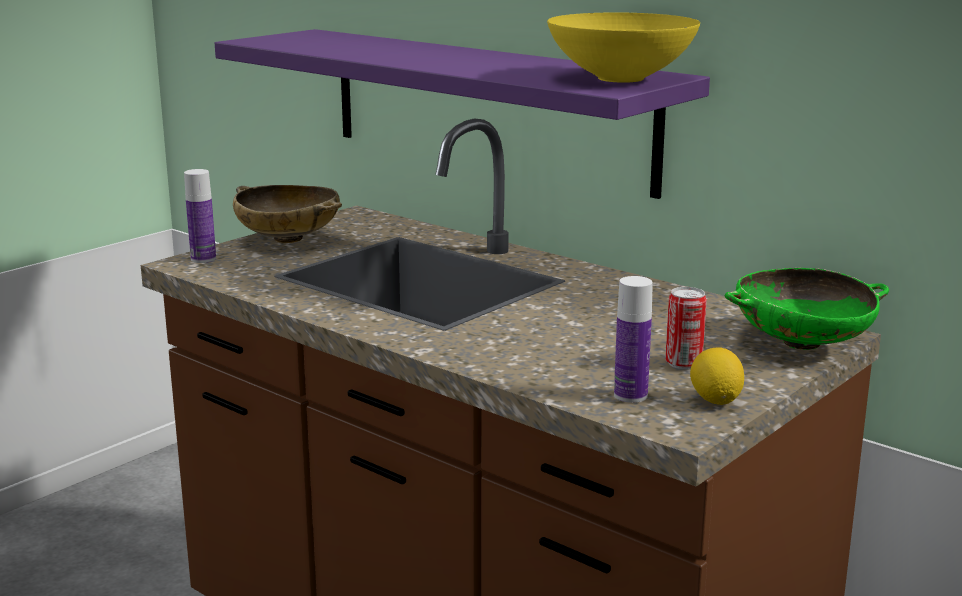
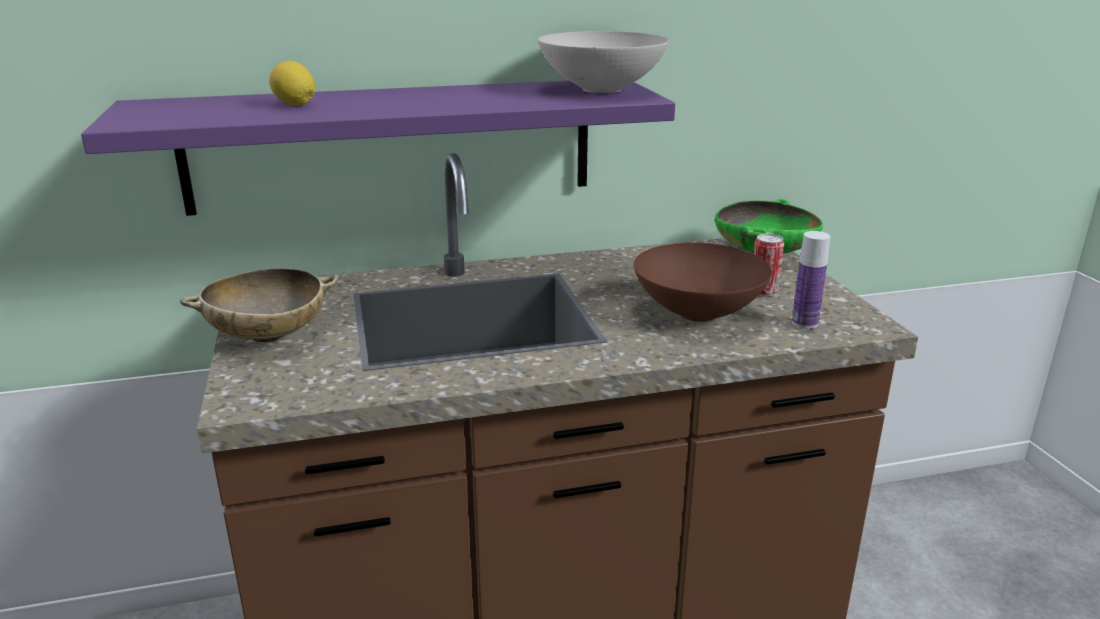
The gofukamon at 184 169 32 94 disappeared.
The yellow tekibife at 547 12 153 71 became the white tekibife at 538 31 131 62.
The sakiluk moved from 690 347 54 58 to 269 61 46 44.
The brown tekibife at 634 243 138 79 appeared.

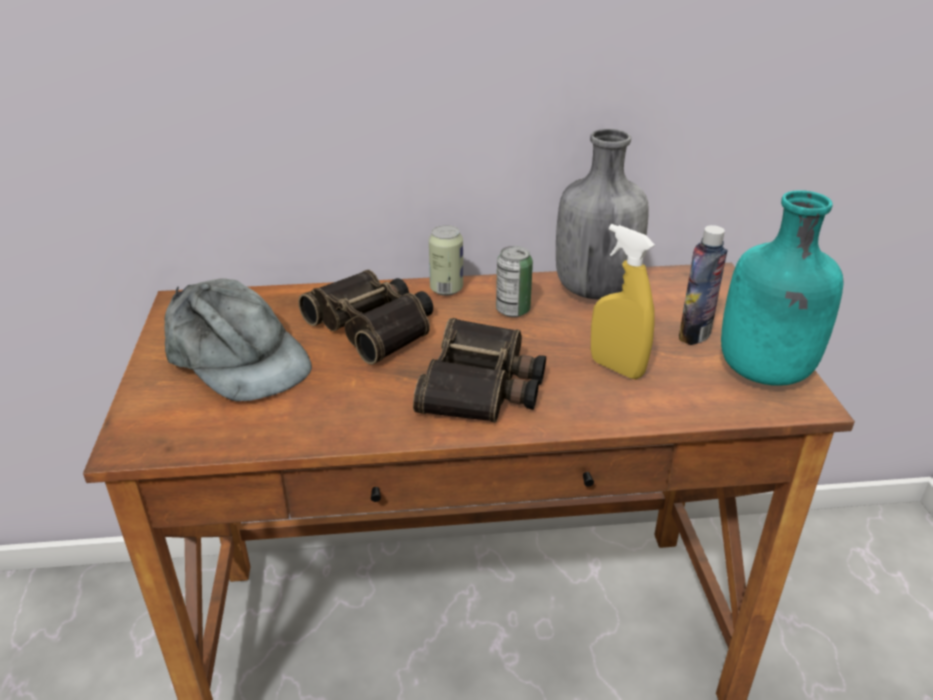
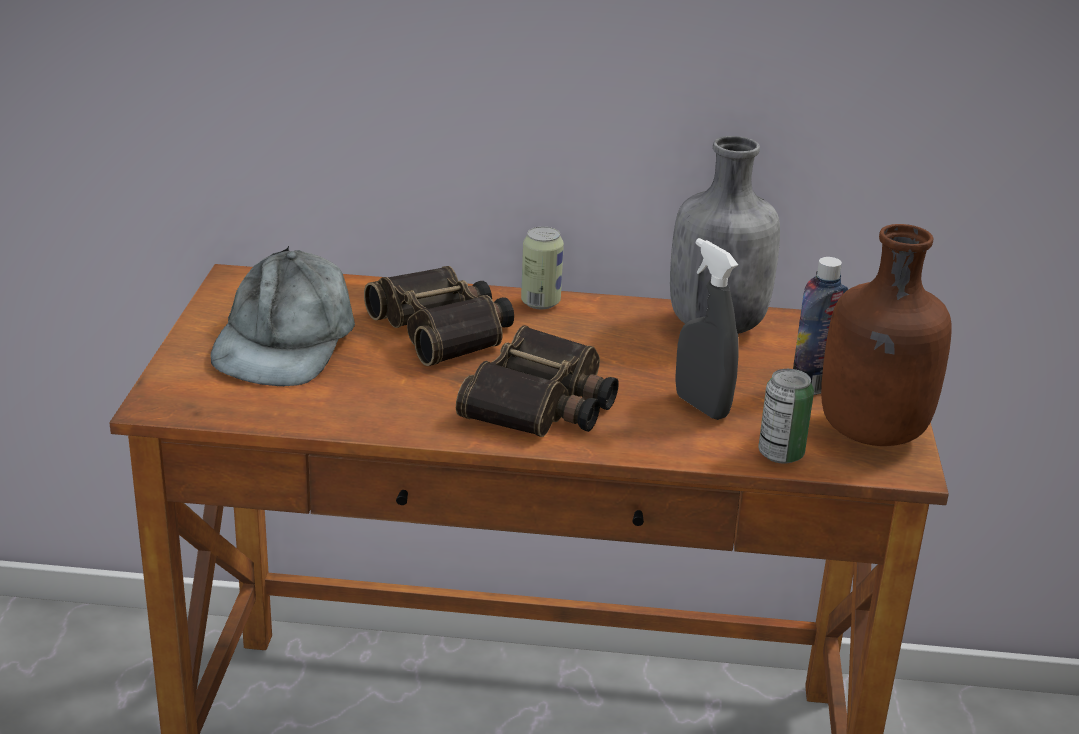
The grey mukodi at 164 279 148 122 turned 45 degrees clockwise.
The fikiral moved from 496 246 37 71 to 758 369 56 95.
The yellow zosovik at 591 224 64 155 became the grey zosovik at 675 238 64 182.
The turquoise gofukamon at 721 190 122 196 became the brown gofukamon at 821 224 131 222.

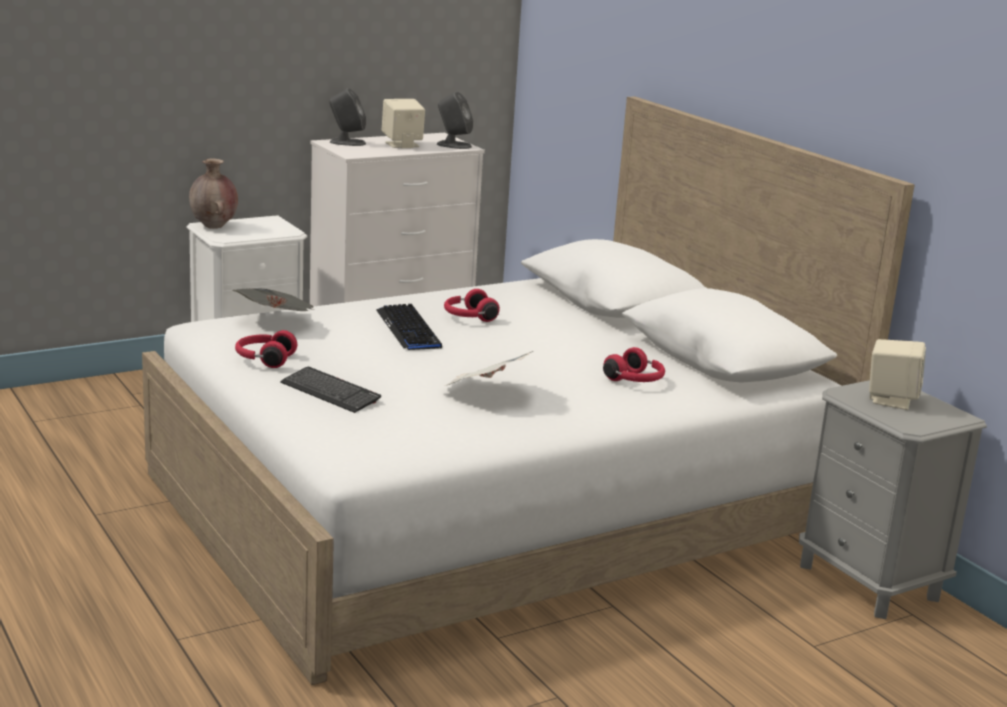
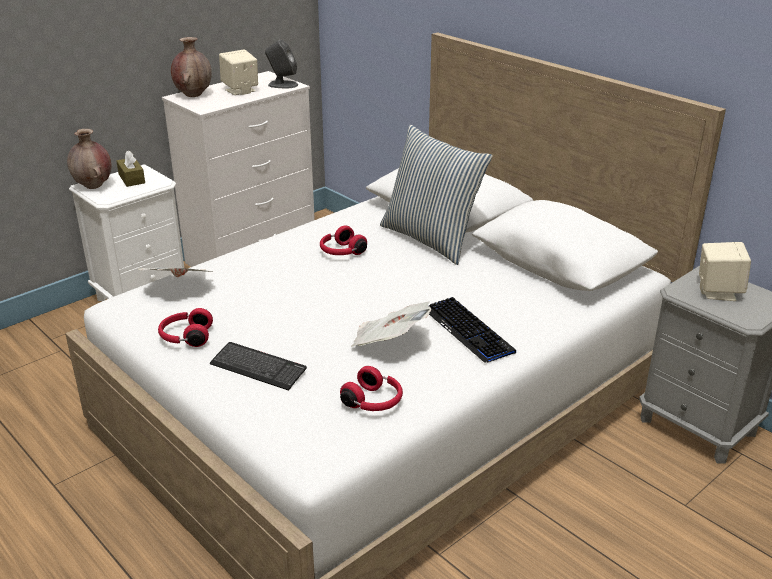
The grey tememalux at 329 88 37 58 was replaced by the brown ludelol at 171 37 41 60.
The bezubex moved from 376 304 66 46 to 429 297 87 66.
The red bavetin moved from 603 347 62 35 to 340 366 63 45.
The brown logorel at 116 151 29 36 appeared.
The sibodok at 380 125 113 140 appeared.

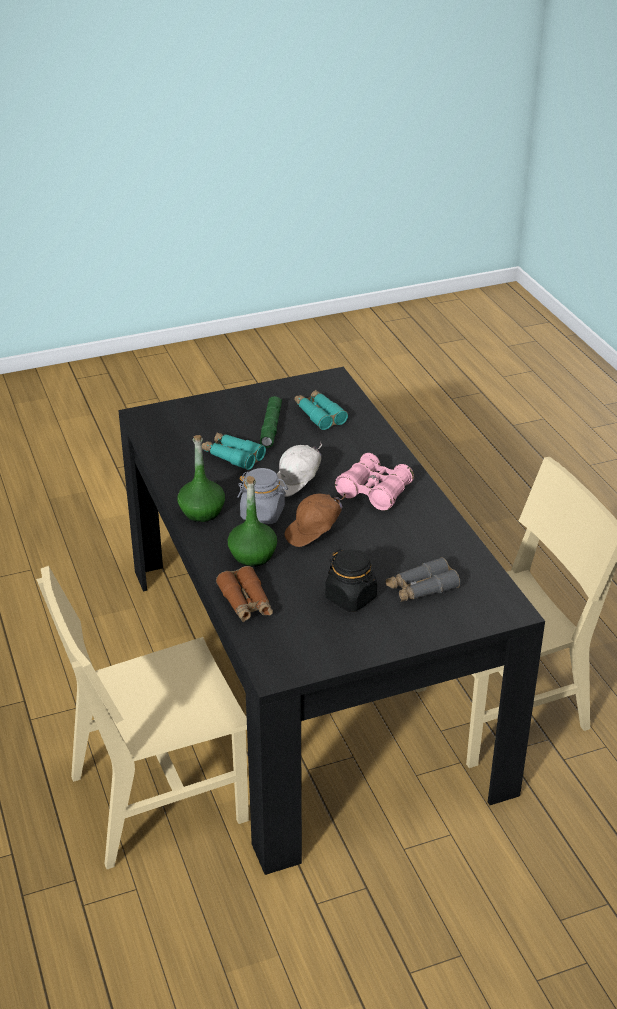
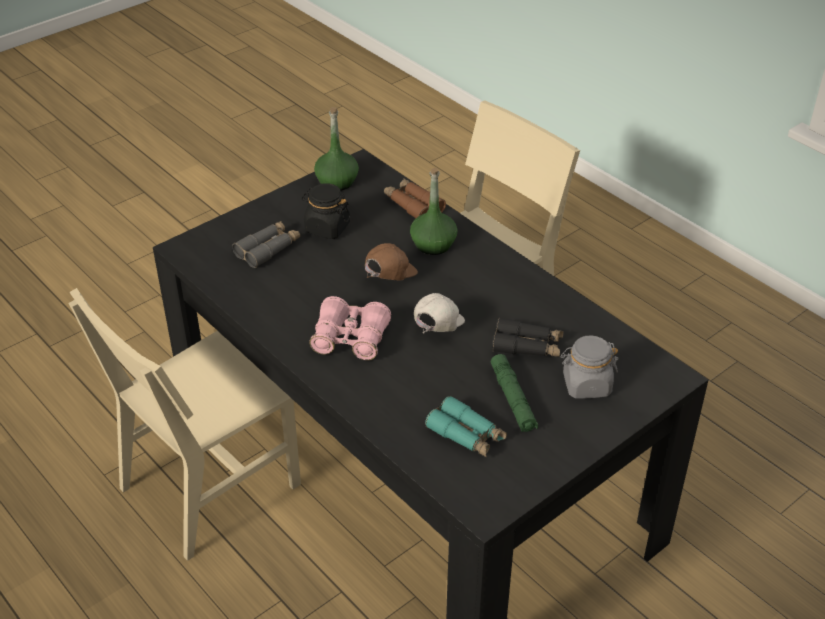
The green gofukamon moved from 178 435 47 87 to 314 107 45 84.
The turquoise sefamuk at 202 432 64 38 became the black sefamuk at 492 318 72 39.
The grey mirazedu moved from 237 468 51 56 to 560 336 59 62.

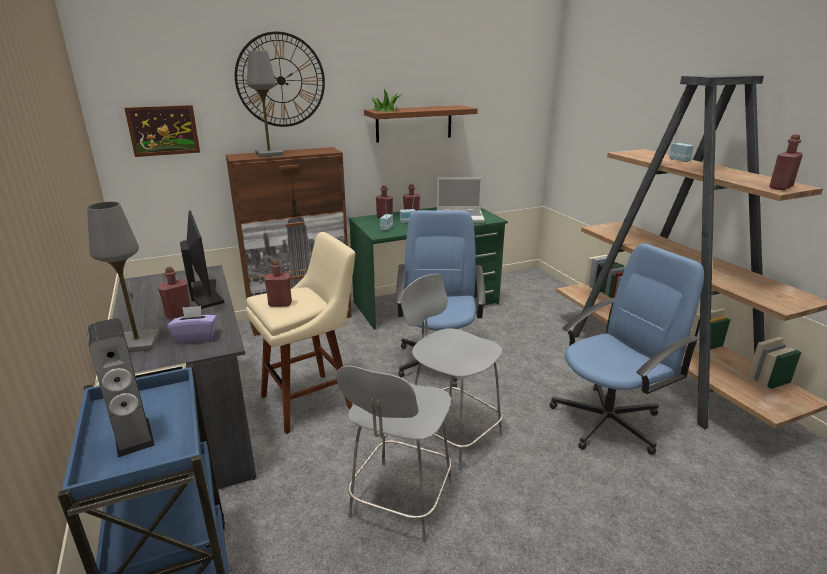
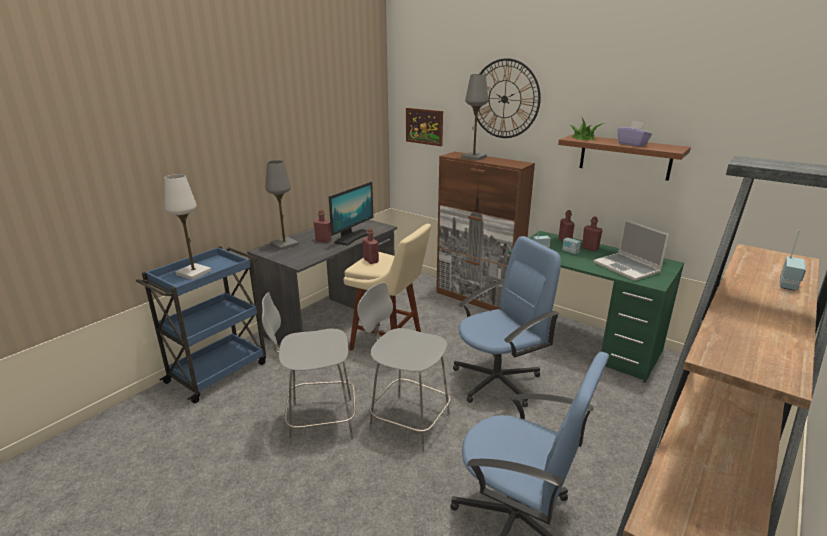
The tememalux at 87 318 68 140 was replaced by the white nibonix at 164 174 48 106.
The purple logorel moved from 168 306 49 37 to 618 121 34 26.
The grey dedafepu at 401 274 102 197 turned 75 degrees counterclockwise.
The red gofukamon at 769 134 34 56 disappeared.

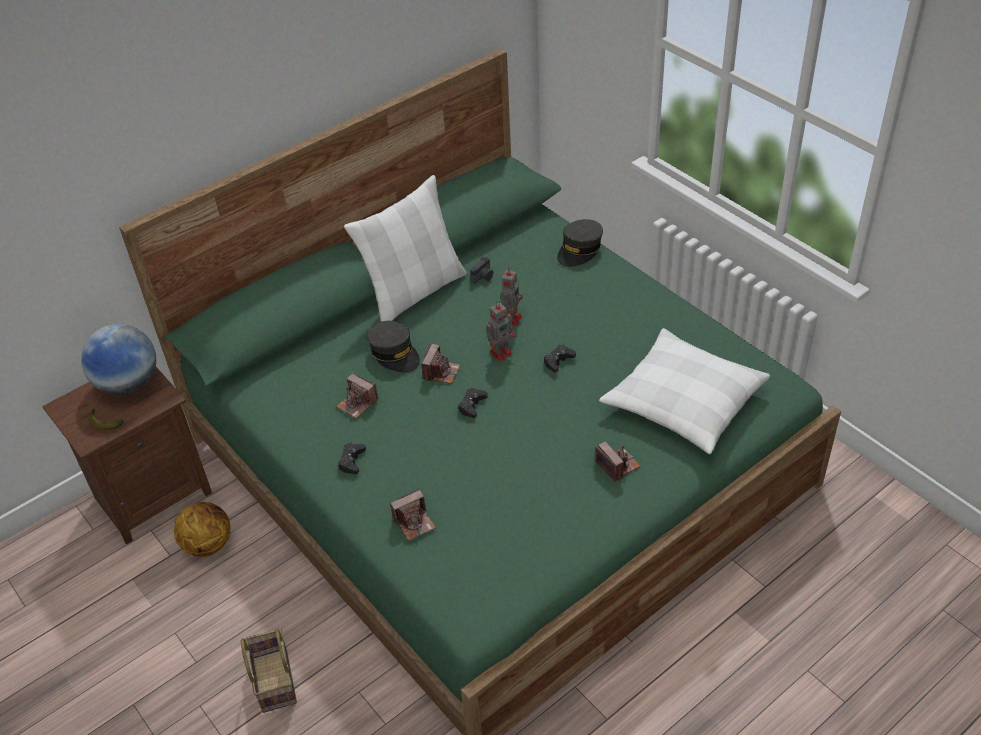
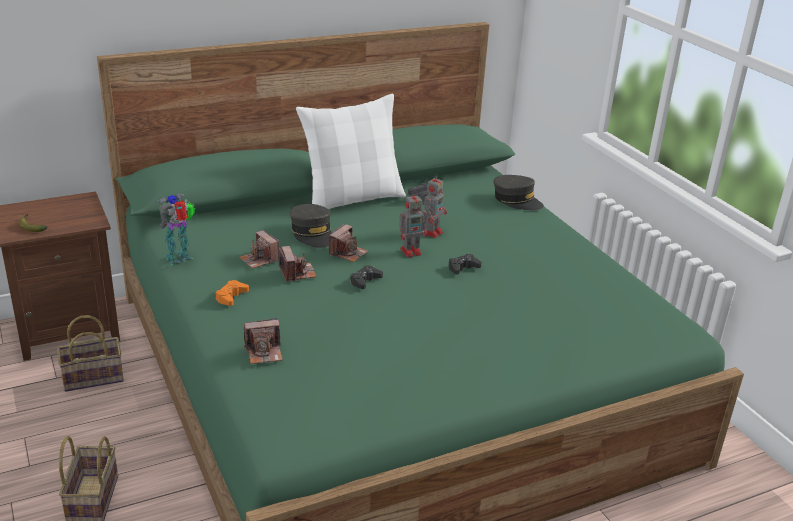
The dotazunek at 81 324 75 71 disappeared.
The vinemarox at 174 502 57 55 was replaced by the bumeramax at 57 315 67 77.
The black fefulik at 338 443 28 31 became the orange fefulik at 216 280 33 26.
The grey mukodi at 557 219 46 48 turned 105 degrees counterclockwise.
The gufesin moved from 595 441 46 40 to 279 246 38 36.
The white sibodok at 599 328 171 126 disappeared.
The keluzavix at 156 193 39 72 appeared.

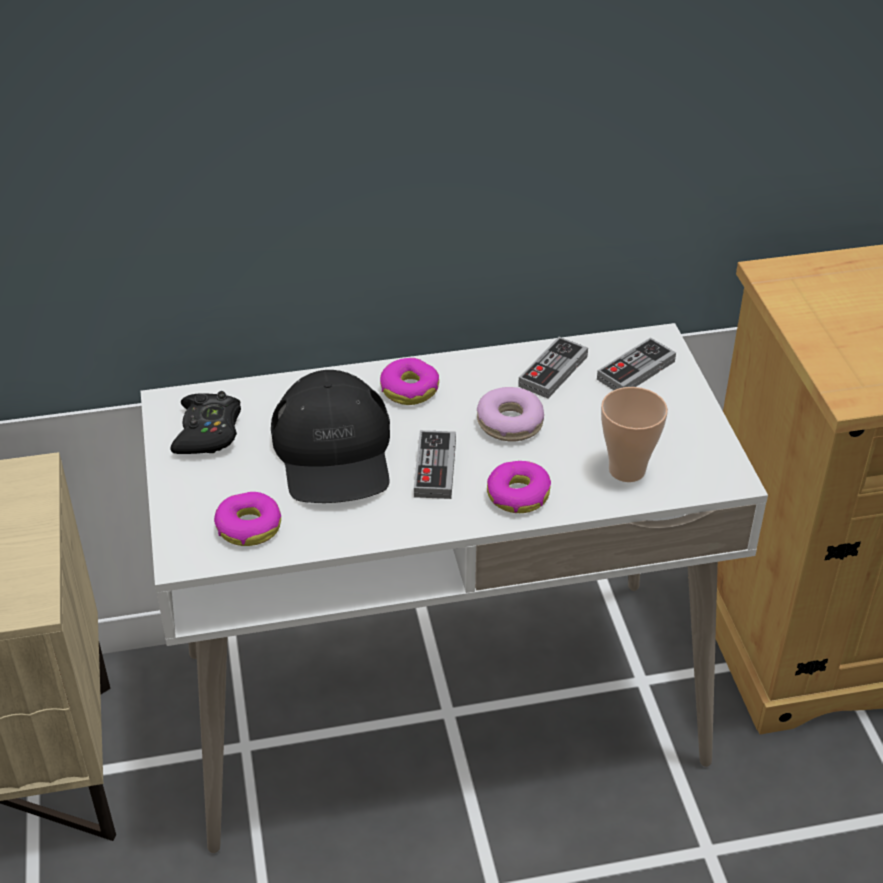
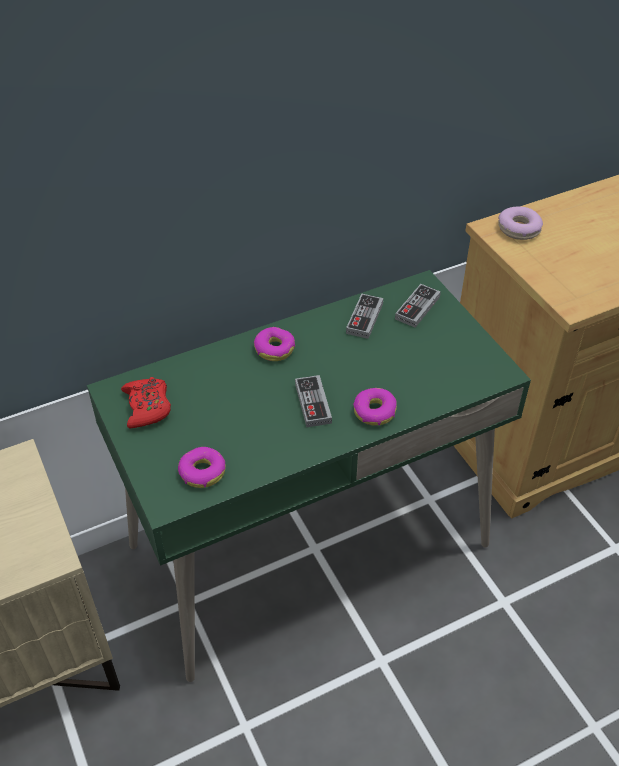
The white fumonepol at 140 323 628 530 became the green fumonepol at 87 270 444 412.
The black fefulik at 170 391 71 63 became the red fefulik at 121 377 50 51.
The black mukodi at 271 370 119 133 disappeared.
The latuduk moved from 477 387 67 55 to 498 207 45 33.
The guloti at 601 387 67 95 disappeared.

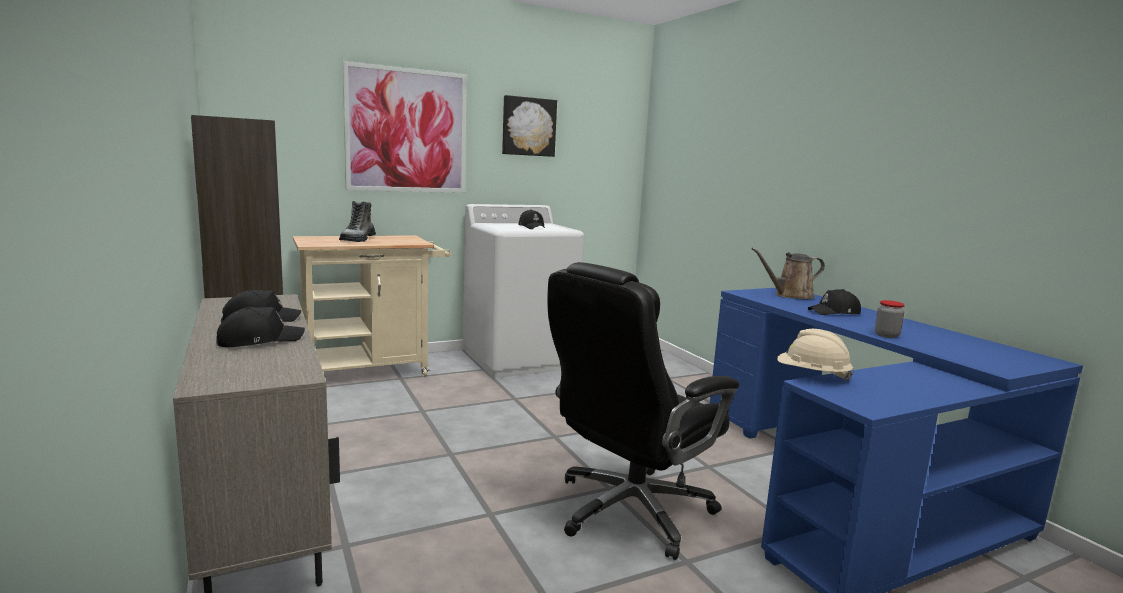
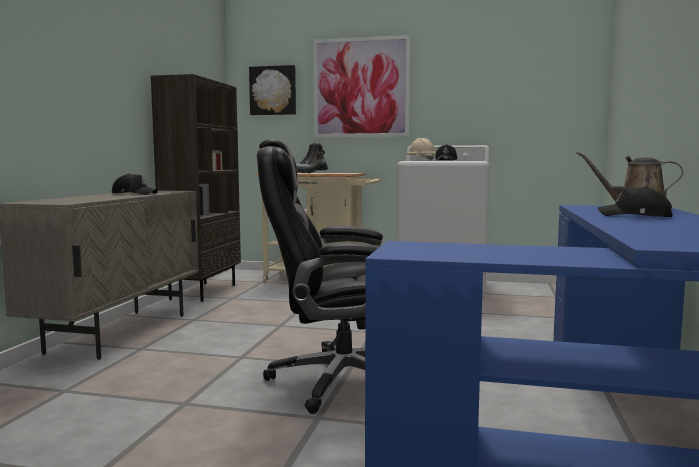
The black mukodi at 216 307 89 40 disappeared.
The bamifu moved from 502 95 55 62 to 249 65 47 50.
The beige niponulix moved from 777 329 76 53 to 406 138 29 23.
The mirazedu at 875 300 30 38 disappeared.

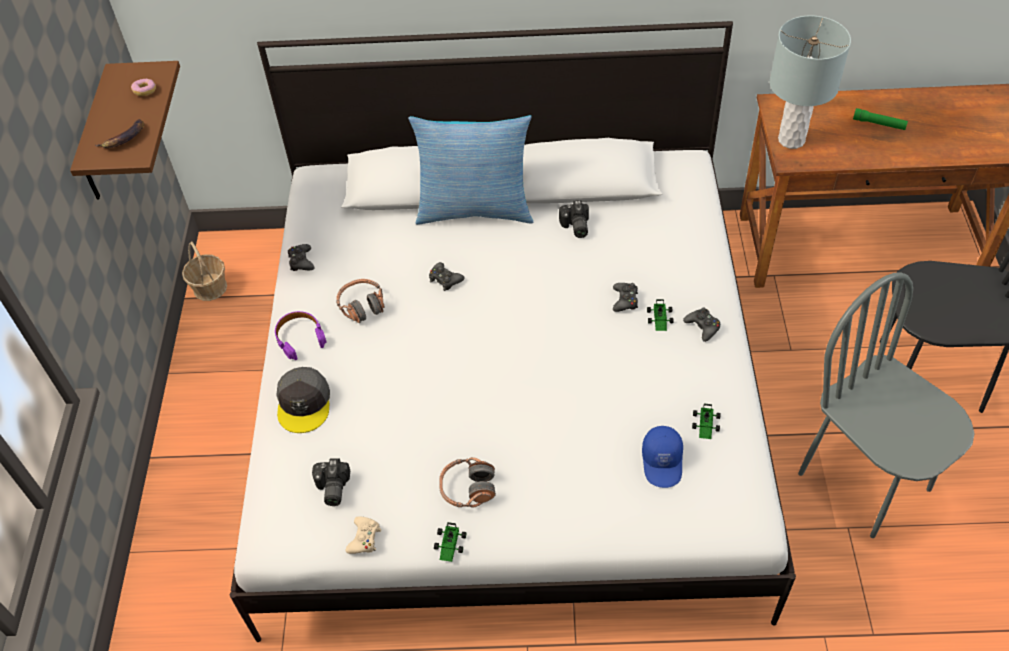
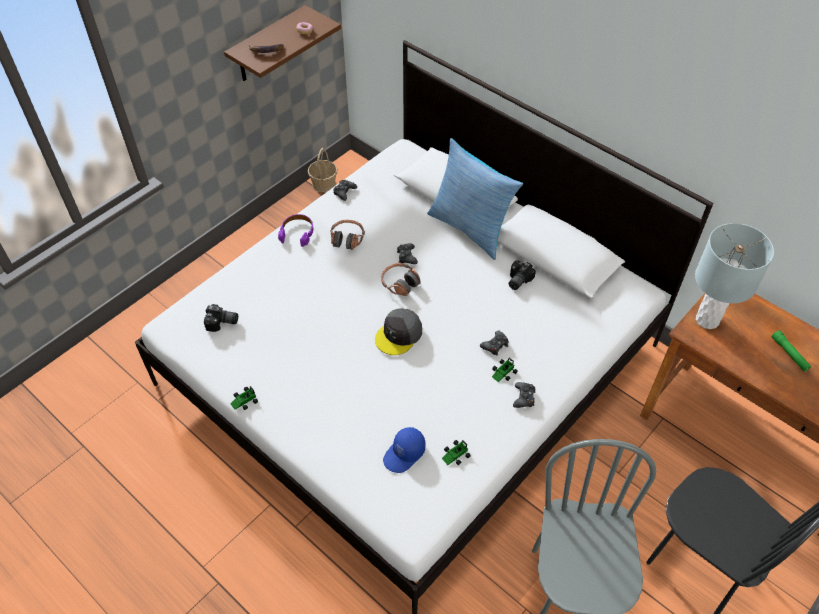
The grey mukodi moved from 276 367 54 66 to 375 308 47 47.
The gufesin at 312 458 38 48 turned 120 degrees counterclockwise.
The beige fefulik at 345 516 36 38 disappeared.
The bavetin moved from 439 457 57 51 to 381 263 40 33.

